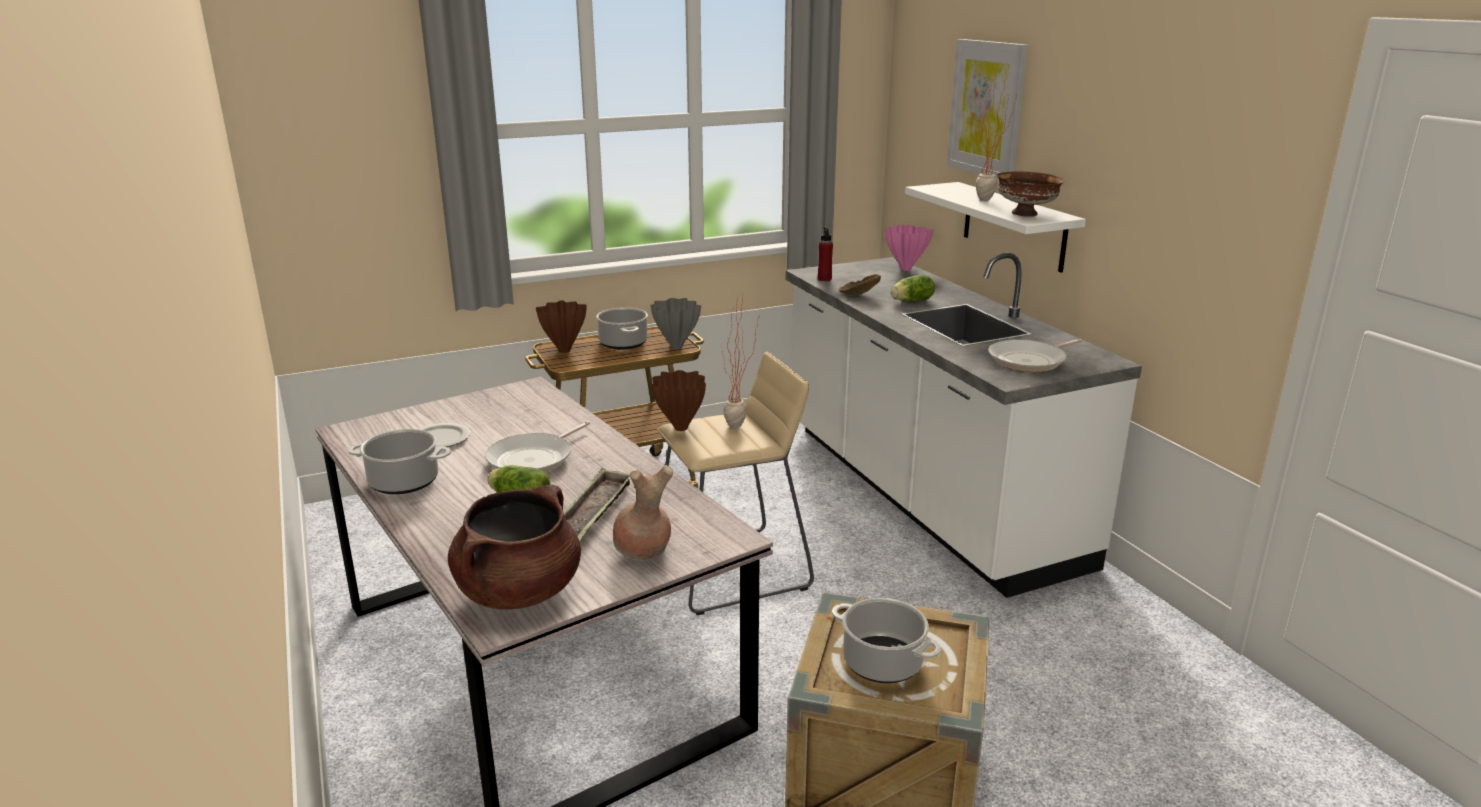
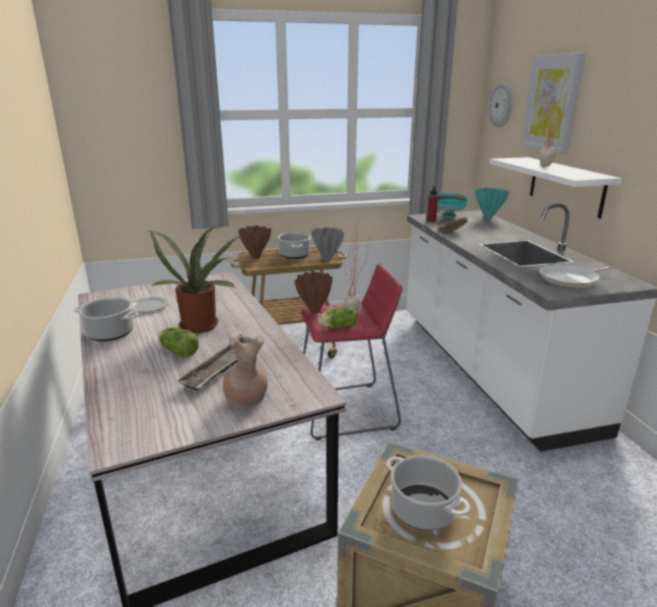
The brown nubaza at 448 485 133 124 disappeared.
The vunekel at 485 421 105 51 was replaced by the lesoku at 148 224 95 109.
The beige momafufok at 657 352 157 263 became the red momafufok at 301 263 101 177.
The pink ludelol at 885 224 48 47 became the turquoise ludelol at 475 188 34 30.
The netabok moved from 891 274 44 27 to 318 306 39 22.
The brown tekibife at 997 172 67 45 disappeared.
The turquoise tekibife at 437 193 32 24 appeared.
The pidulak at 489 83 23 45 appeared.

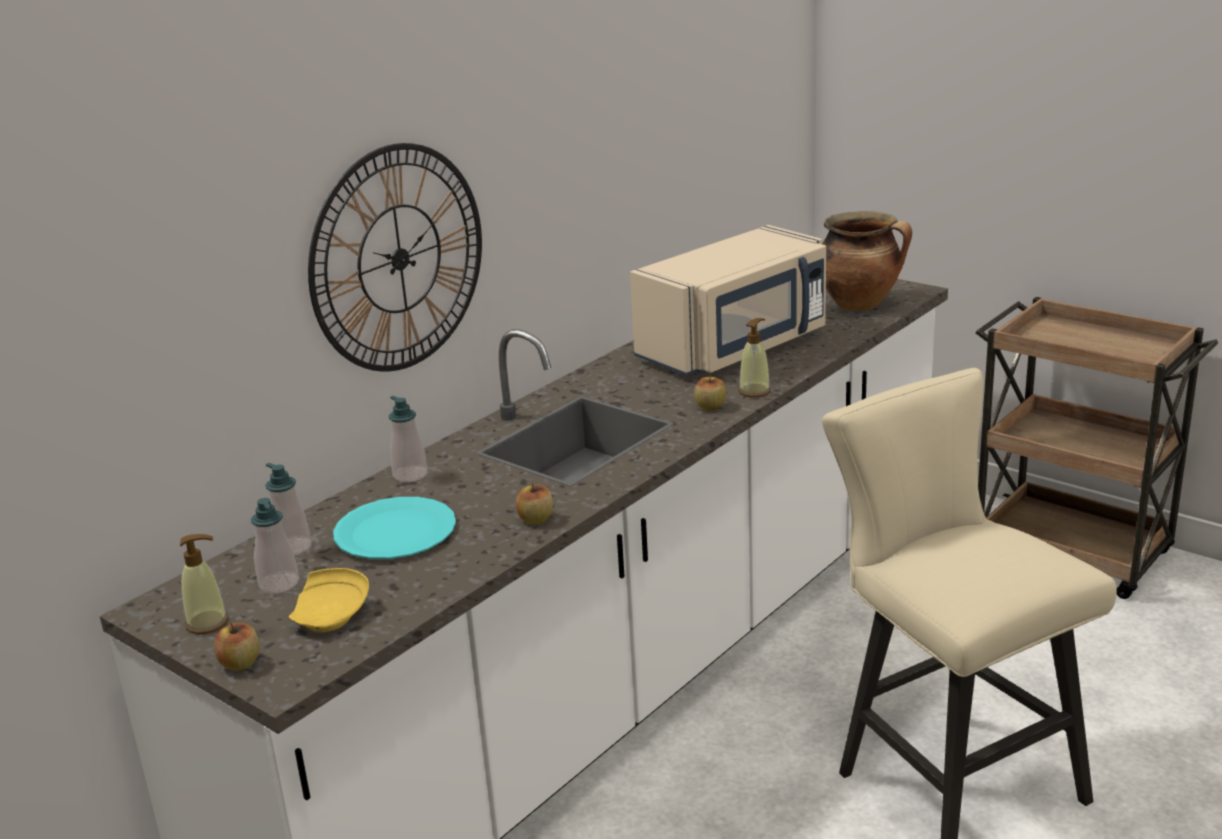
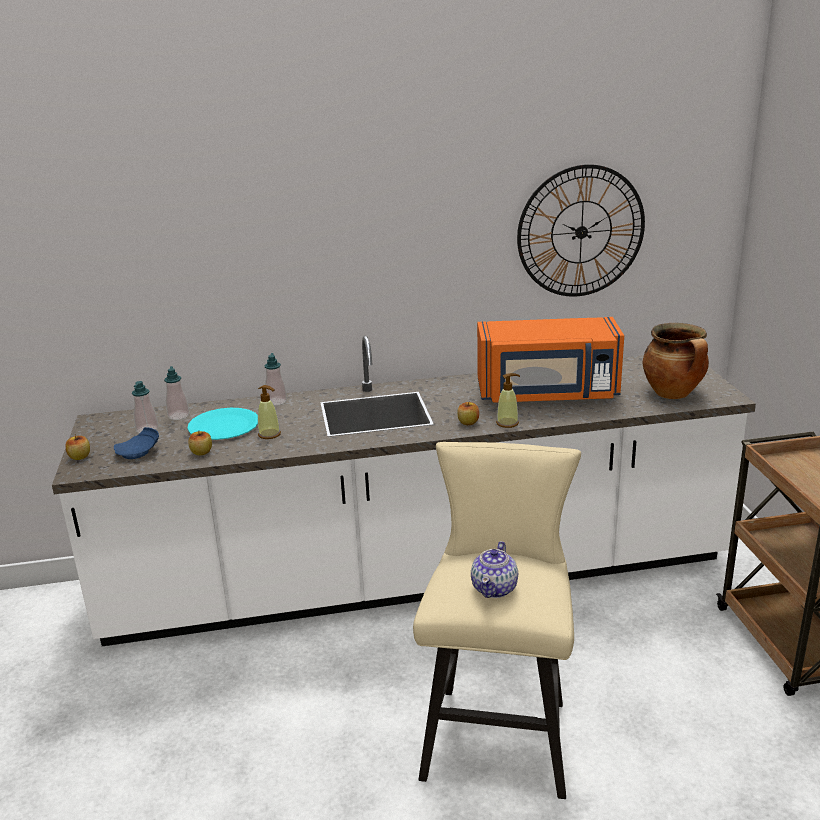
The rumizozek moved from 180 534 49 100 to 258 385 23 54.
The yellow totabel at 289 568 80 64 became the blue totabel at 114 427 45 32.
The pidulak moved from 308 143 174 229 to 517 164 128 133.
The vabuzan moved from 516 483 37 41 to 188 431 24 25.
The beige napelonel at 630 225 196 151 became the orange napelonel at 477 317 147 86.
The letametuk at 471 541 47 57 appeared.

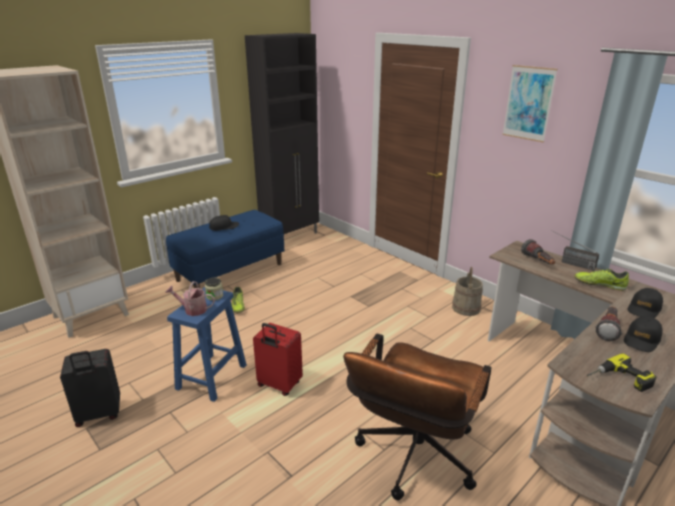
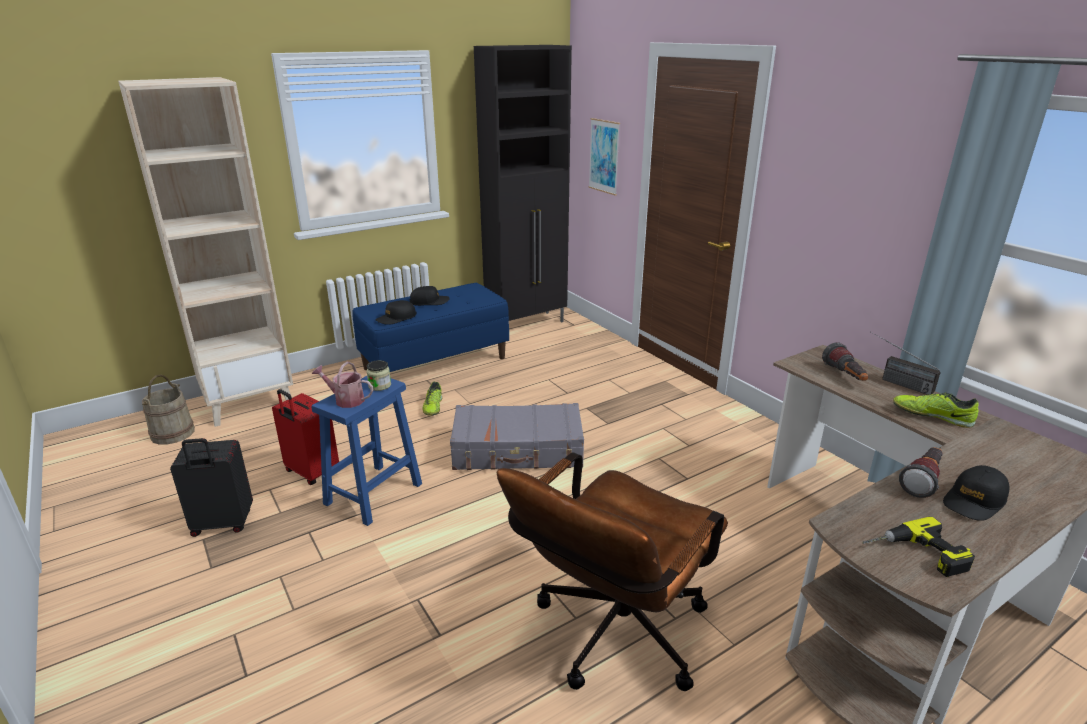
The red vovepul moved from 253 323 50 73 to 272 389 67 96.
The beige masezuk moved from 452 267 31 49 to 142 375 53 70.
The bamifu moved from 502 65 56 77 to 588 118 32 78.
The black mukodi moved from 628 288 35 30 to 375 300 41 25.
The grey vovepul at 450 403 134 67 appeared.

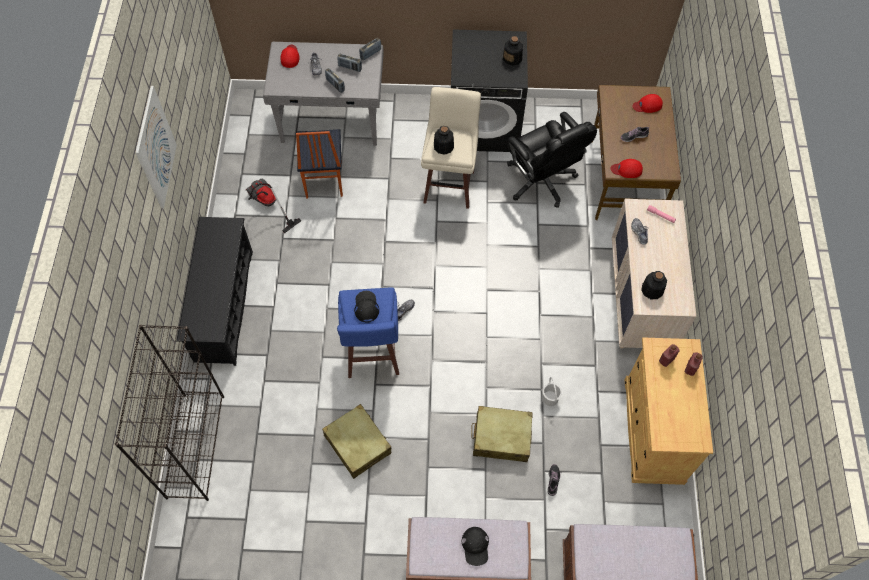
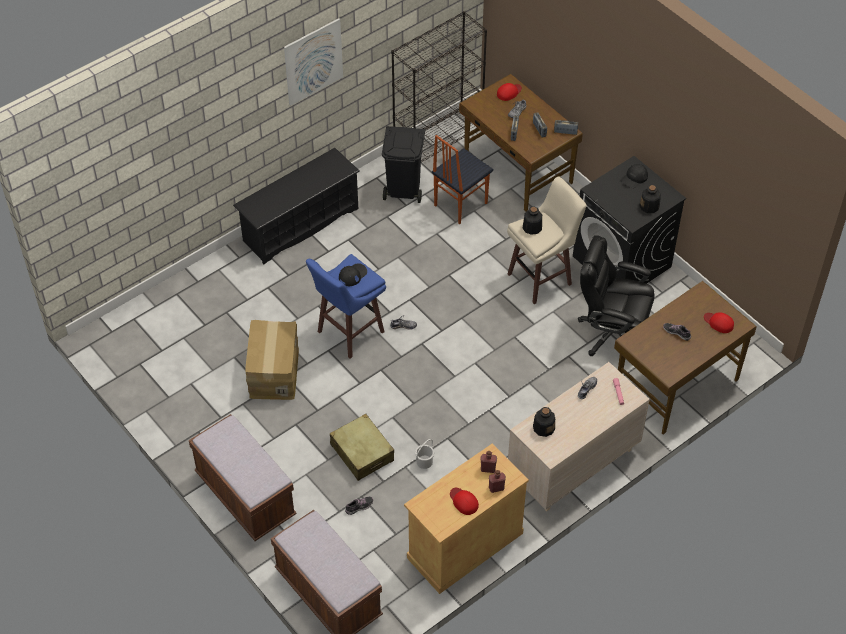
The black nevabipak moved from 115 325 109 176 to 391 11 96 152.
The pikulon at 246 178 56 55 was replaced by the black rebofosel at 382 126 43 77.
The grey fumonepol at 263 42 121 104 became the brown fumonepol at 459 74 124 138.
The beige vovepul at 322 404 69 75 was replaced by the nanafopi at 245 320 54 80.
The black mukodi moved from 462 527 27 39 to 621 164 27 24.
The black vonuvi at 507 112 90 96 turned 90 degrees clockwise.
The red mukodi moved from 611 159 32 19 to 450 488 29 27.

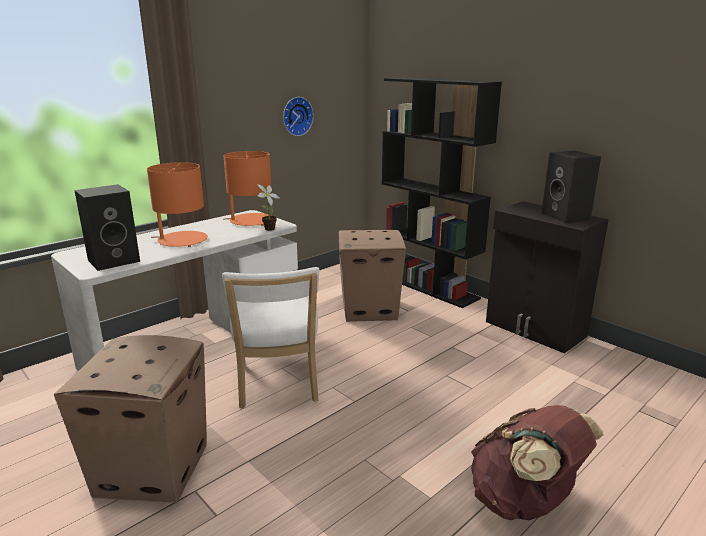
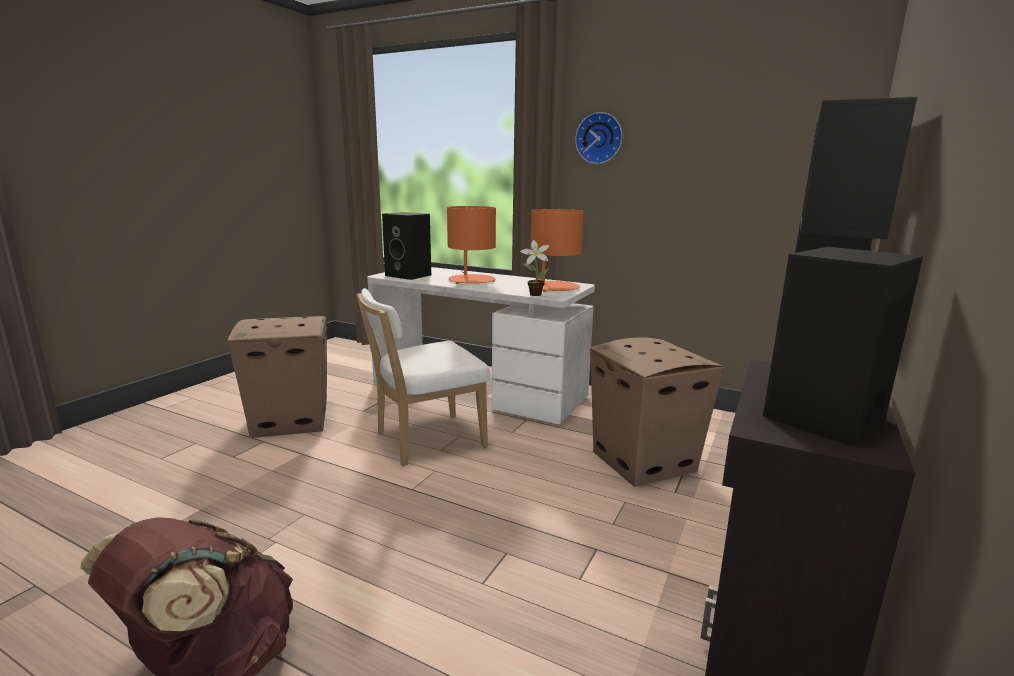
The pidulak moved from 283 97 31 39 to 575 112 47 52.

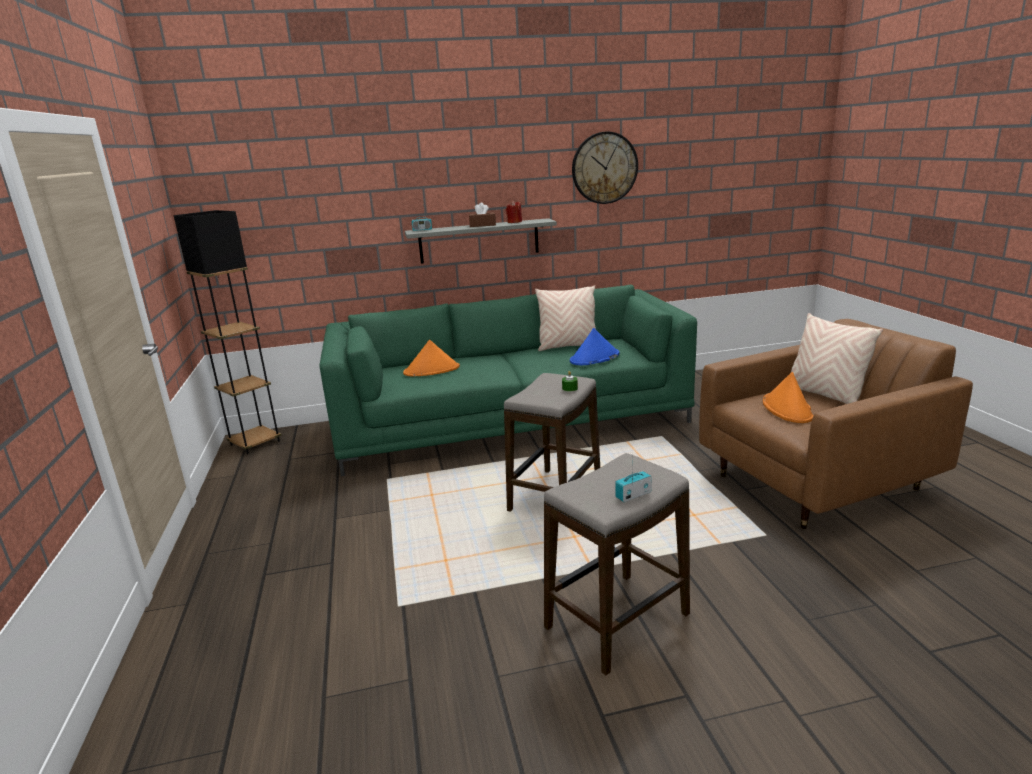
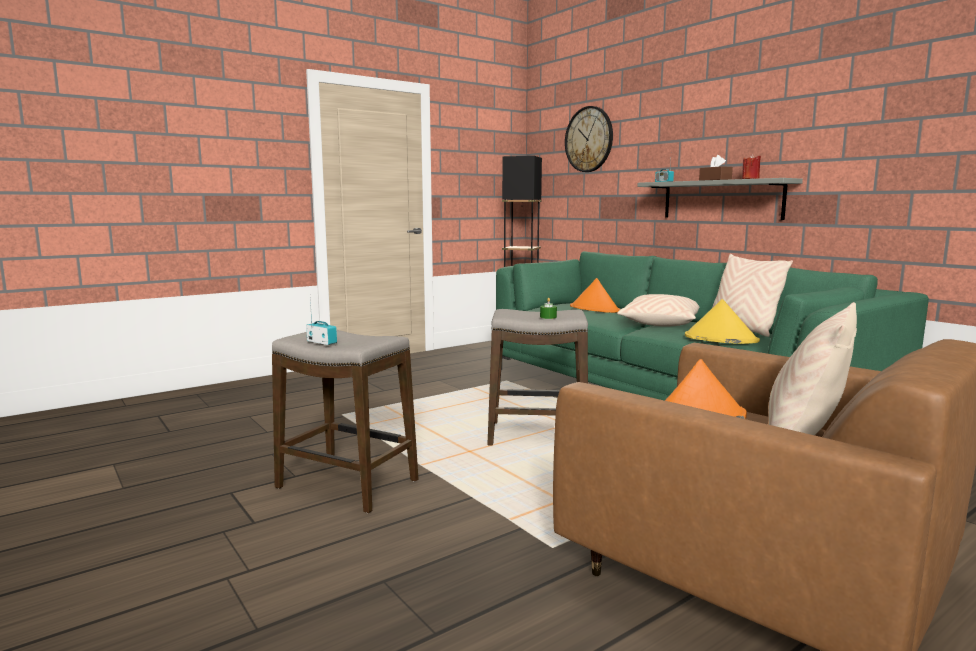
The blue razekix at 570 328 49 37 became the yellow razekix at 685 299 75 45.
The pidulak moved from 572 132 66 72 to 565 106 48 66.
The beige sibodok at 617 294 82 32 appeared.

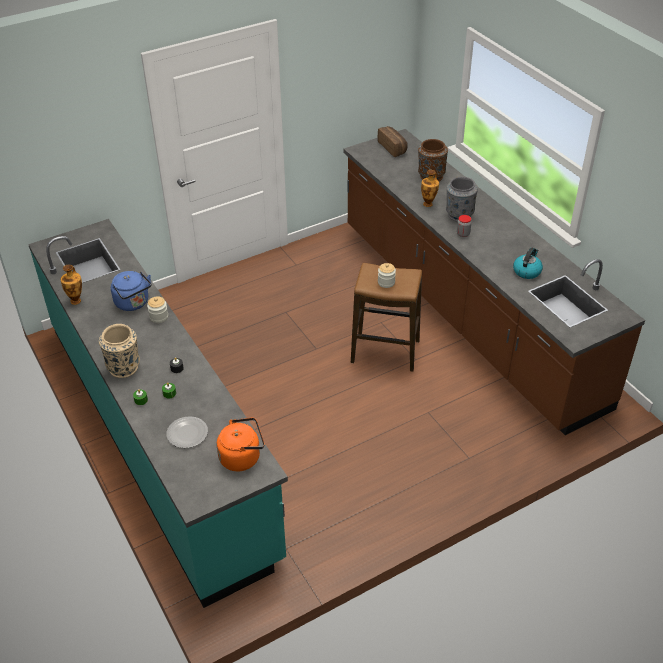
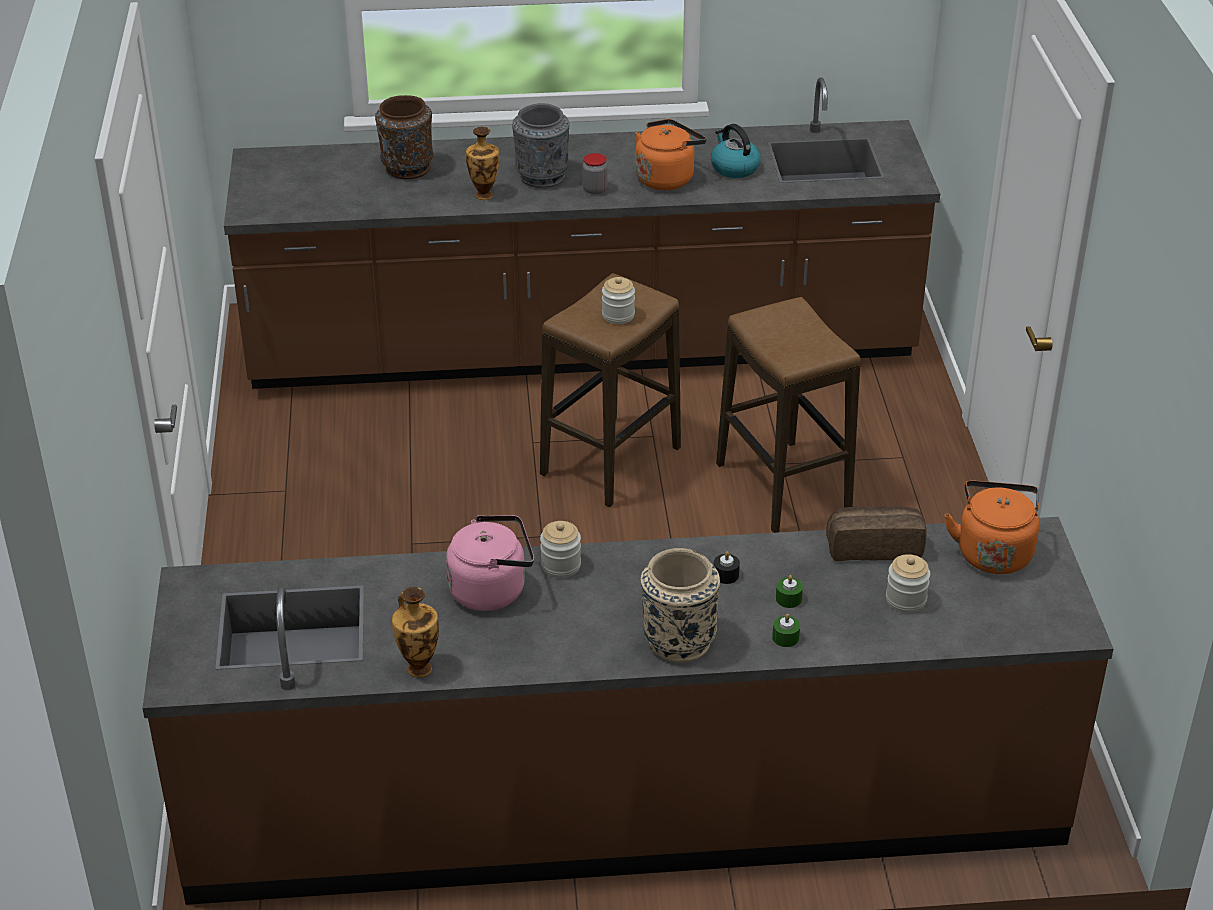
The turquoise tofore at 28 219 260 389 became the brown tofore at 142 517 971 388.
The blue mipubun at 111 271 41 40 became the pink mipubun at 446 515 88 96.
The totabel at 166 416 42 32 was replaced by the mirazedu at 886 554 44 59.
The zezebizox moved from 378 126 30 31 to 826 506 101 55.
The orange mipubun at 635 119 71 71 appeared.
The momafufok at 716 297 145 236 appeared.

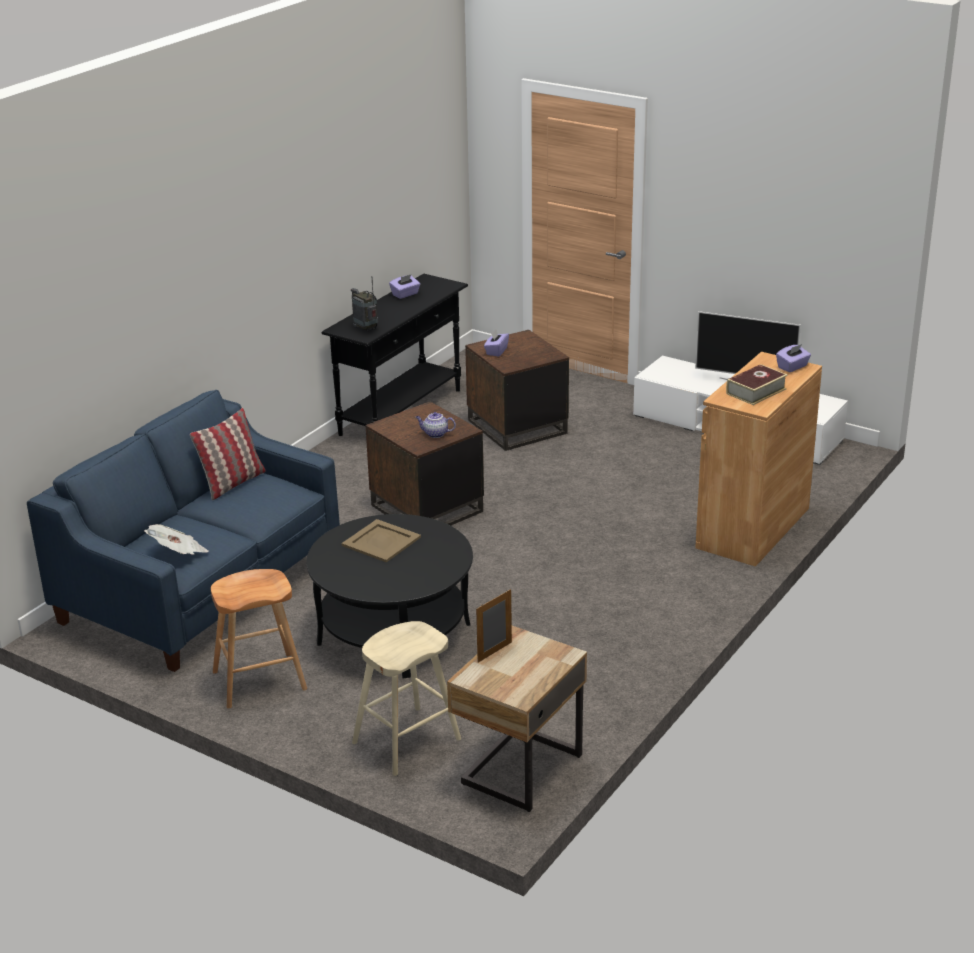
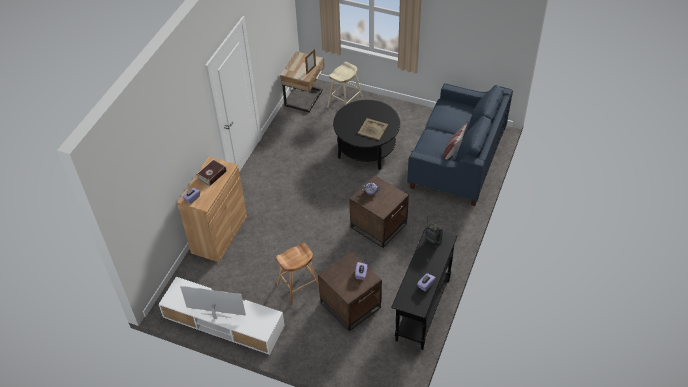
The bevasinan at 144 524 65 31 disappeared.
The brown momafufok moved from 211 569 96 139 to 276 243 43 62.

